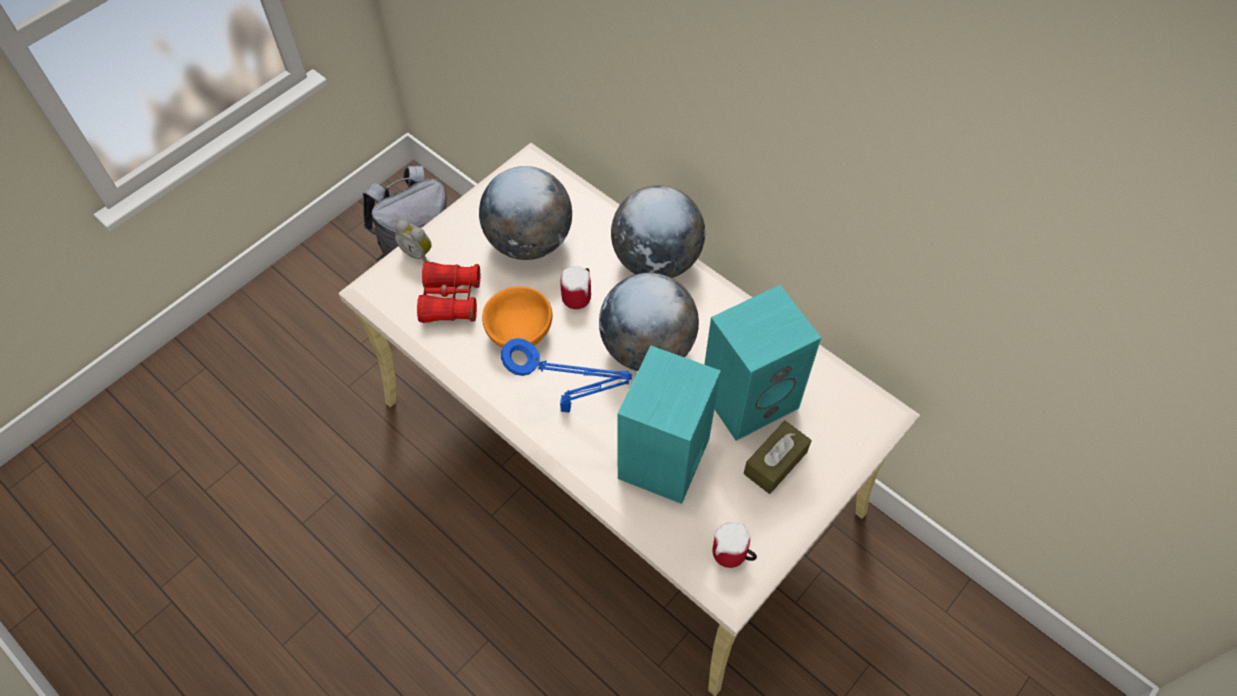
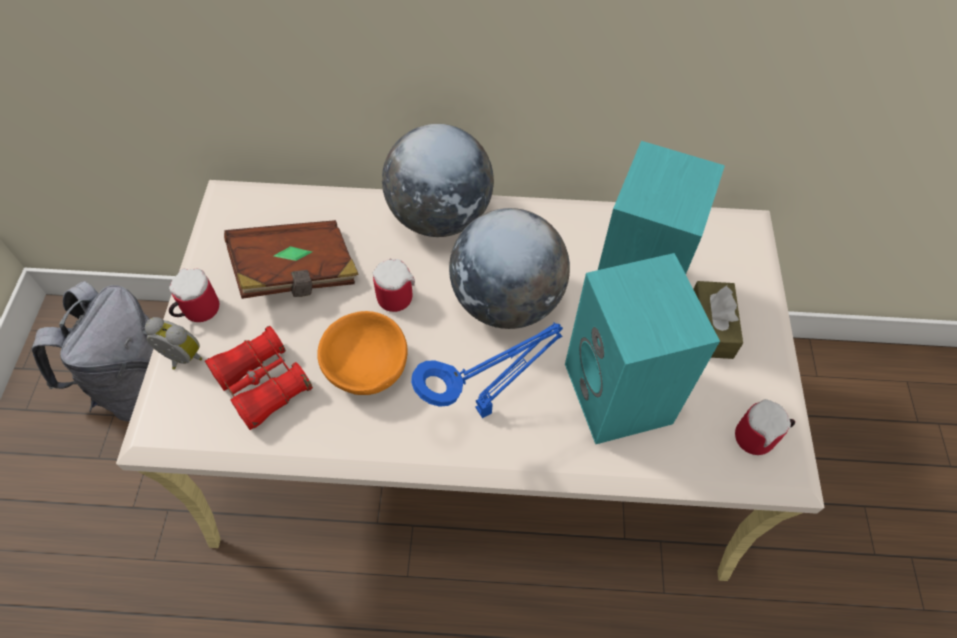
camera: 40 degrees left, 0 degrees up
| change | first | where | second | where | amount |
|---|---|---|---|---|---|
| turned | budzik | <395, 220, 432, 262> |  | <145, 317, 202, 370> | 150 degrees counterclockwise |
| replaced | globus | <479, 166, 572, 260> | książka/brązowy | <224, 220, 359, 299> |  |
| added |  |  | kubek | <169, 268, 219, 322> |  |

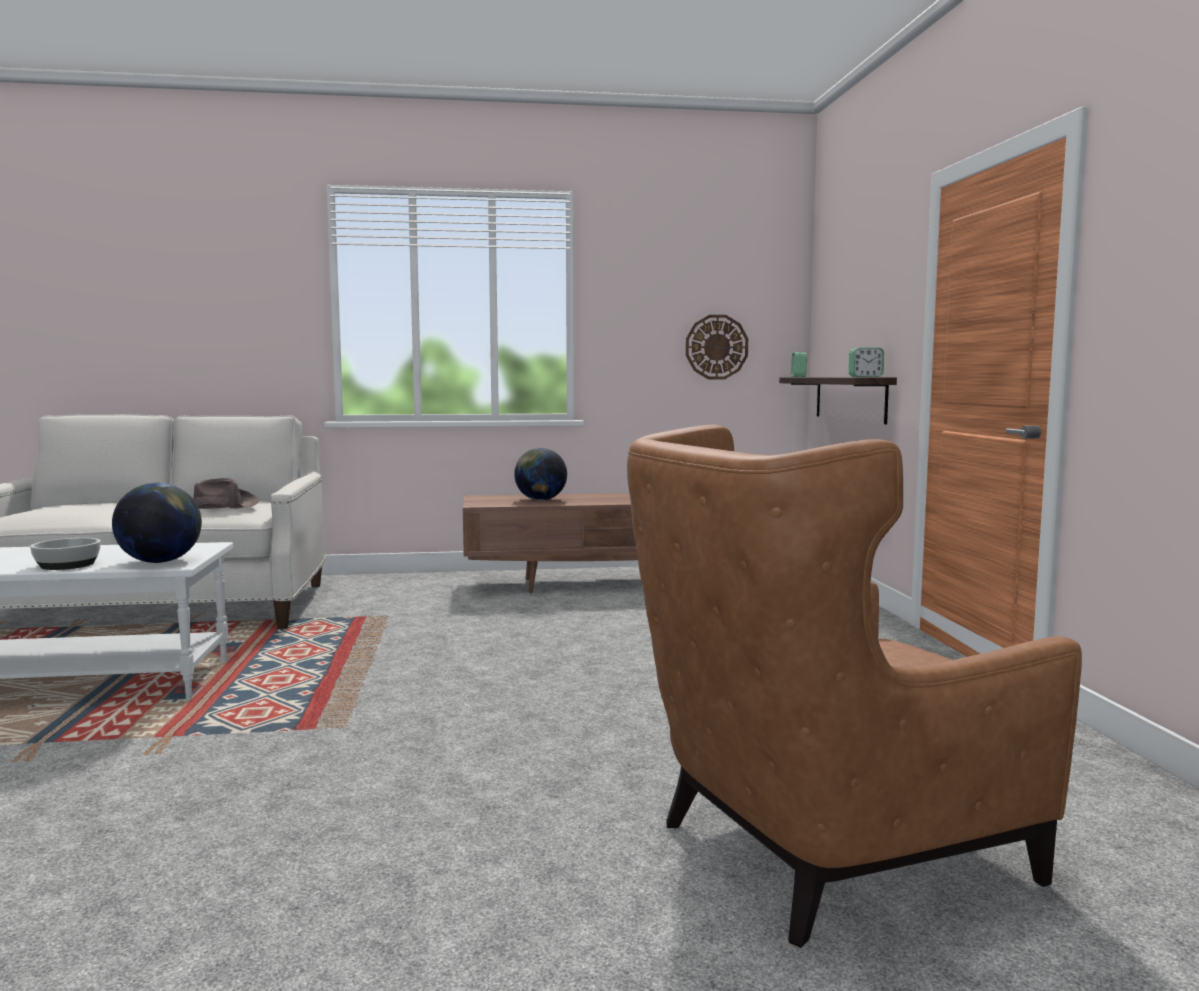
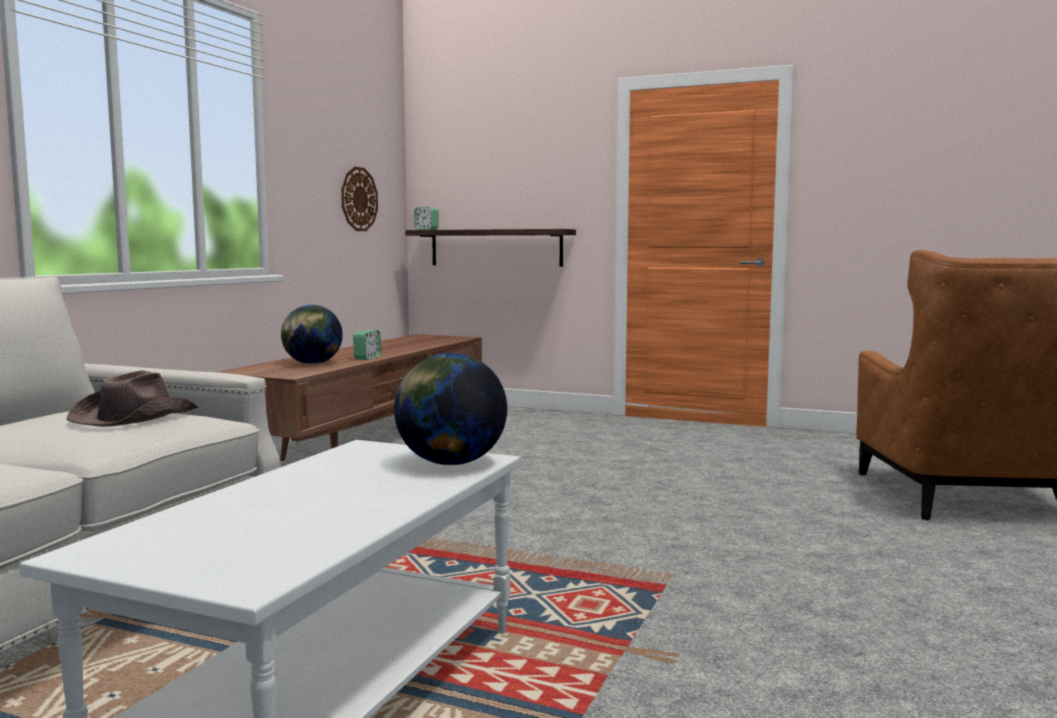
camera: 60 degrees left, 0 degrees up
| change | first | where | second | where | amount |
|---|---|---|---|---|---|
| removed | miska | <30, 538, 101, 570> |  |  |  |
| moved | budzik | <849, 348, 884, 377> |  | <353, 330, 381, 360> |  |

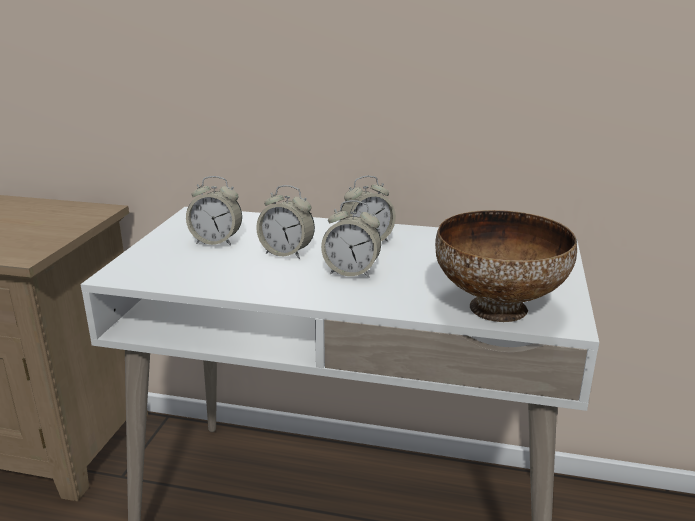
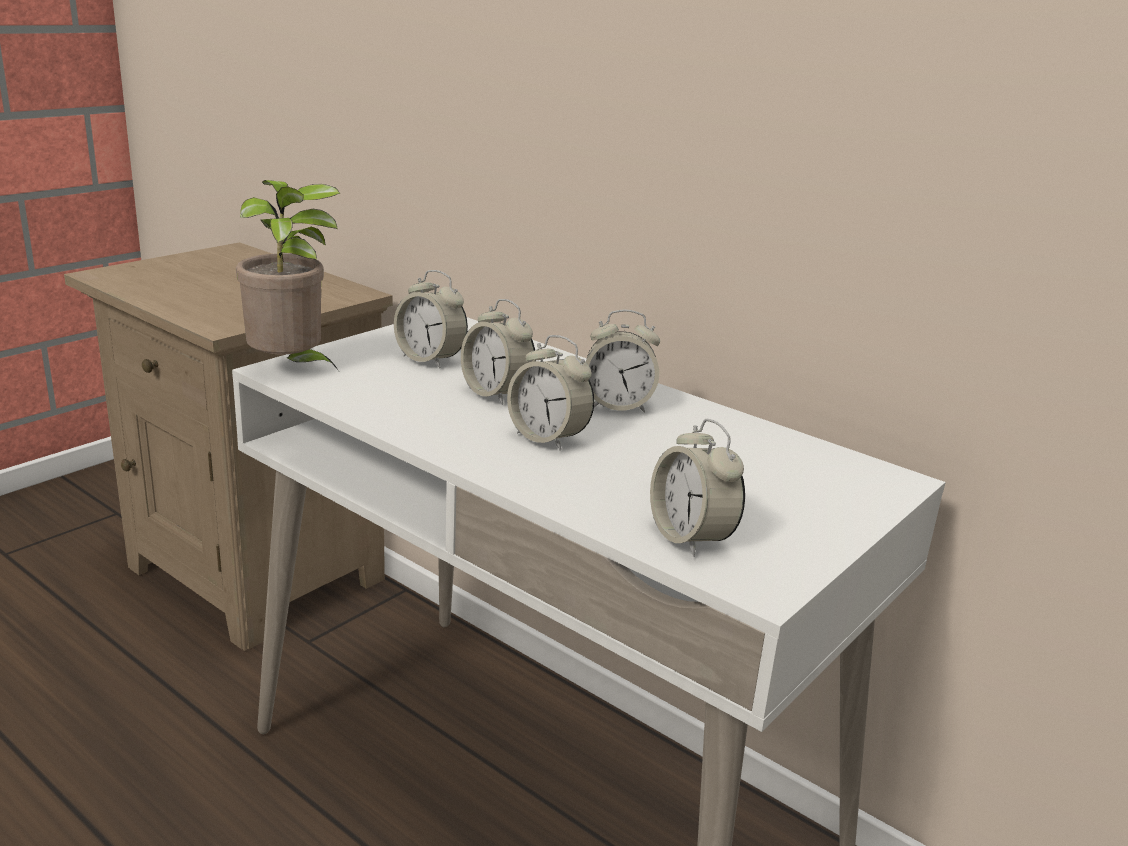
camera: 25 degrees right, 0 degrees up
| change | first | where | second | where | amount |
|---|---|---|---|---|---|
| replaced | miska | <435, 210, 577, 322> | budzik | <650, 419, 745, 557> |  |
| added |  |  | roślina doniczkowa | <236, 180, 340, 371> |  |

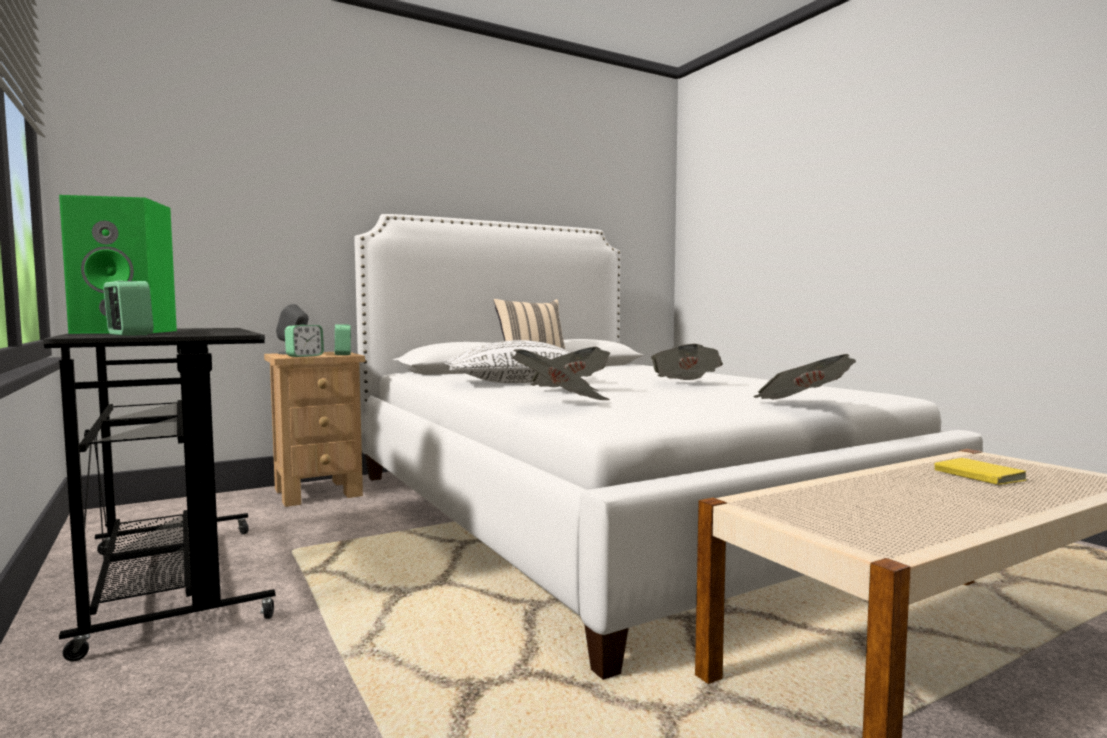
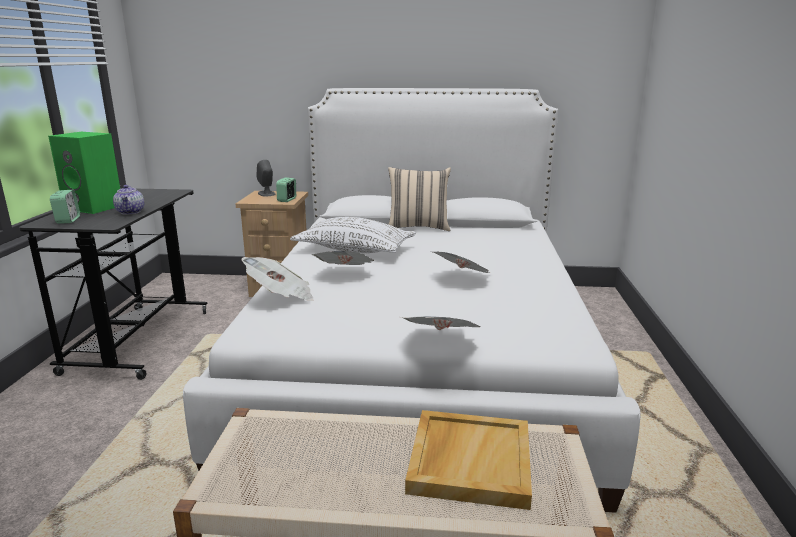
camera: 35 degrees right, 15 degrees up
| change | first | where | second | where | amount |
|---|---|---|---|---|---|
| removed | budzik | <285, 325, 324, 357> |  |  |  |
| replaced | książka/żółty | <934, 458, 1027, 485> | taca/beżowy | <405, 410, 532, 510> |  |
| added |  |  | imbryk | <113, 185, 144, 214> |  |

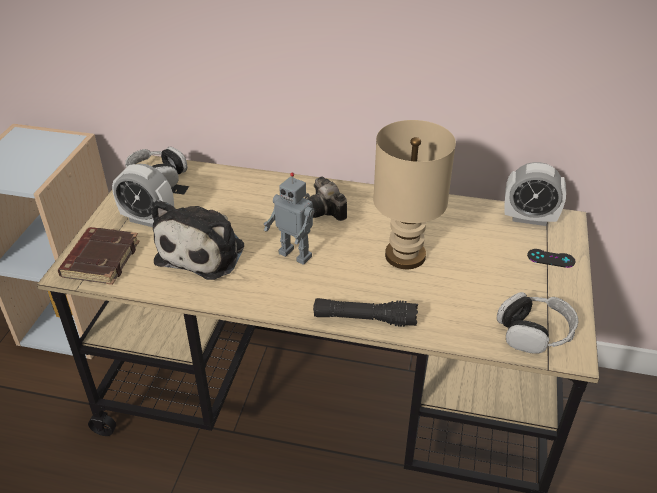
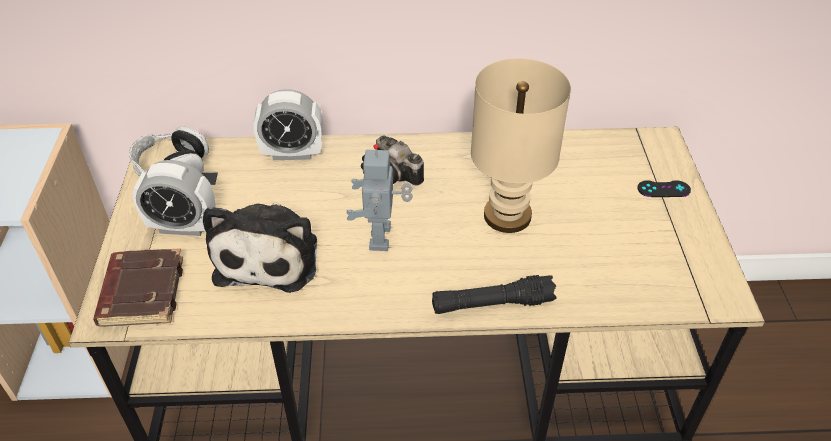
camera: 15 degrees left, 5 degrees up
| change | first | where | second | where | amount |
|---|---|---|---|---|---|
| turned | robot zabawkowy | <263, 172, 314, 265> |  | <346, 144, 413, 251> | 75 degrees clockwise |
| removed | słuchawki | <497, 292, 579, 354> |  |  |  |
| moved | budzik | <504, 162, 566, 226> |  | <253, 89, 323, 160> |  |

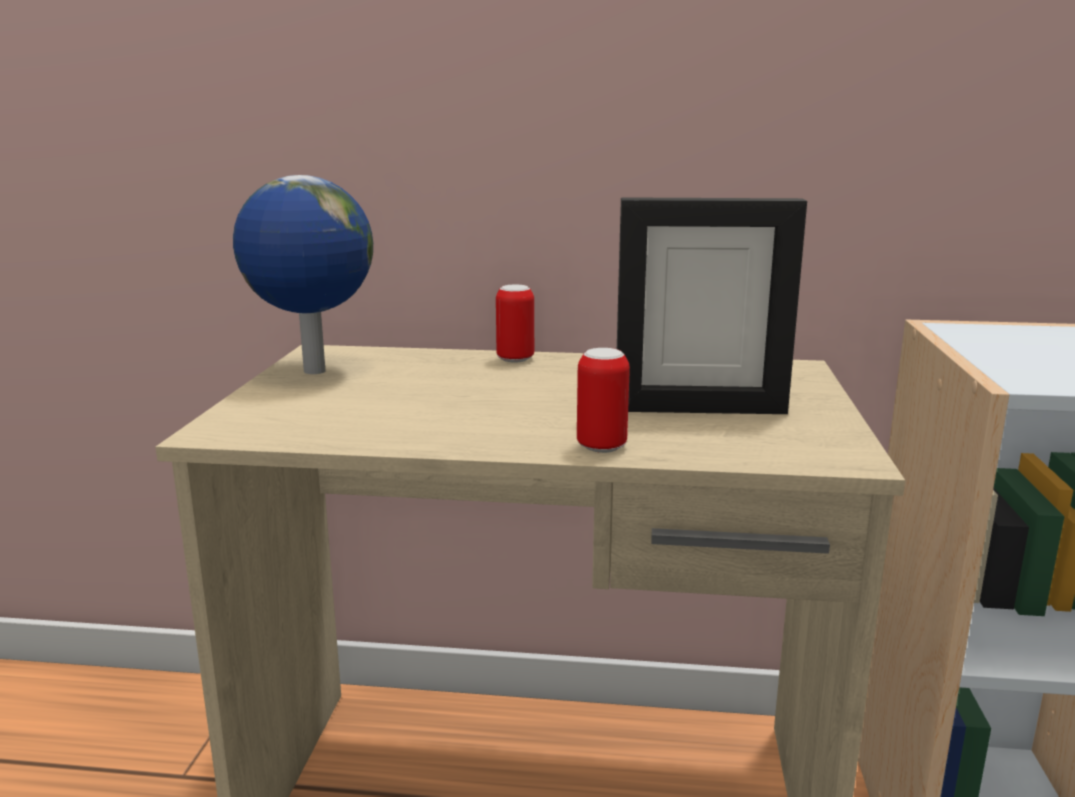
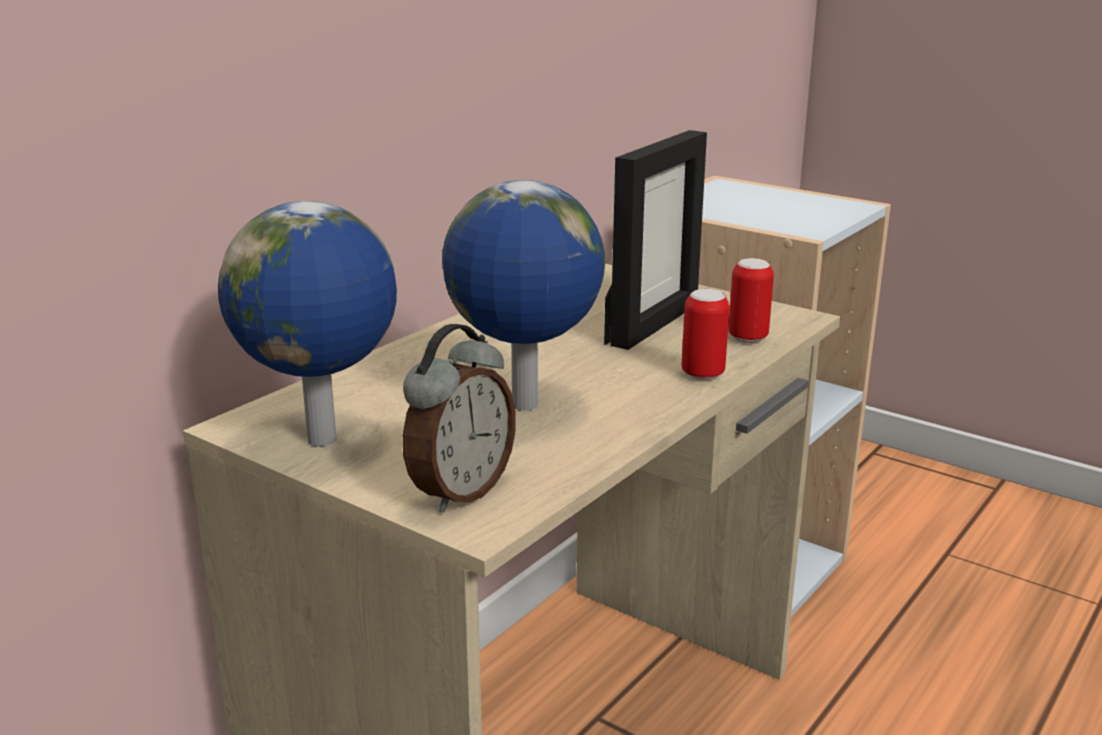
camera: 60 degrees left, 5 degrees up
| change | first | where | second | where | amount |
|---|---|---|---|---|---|
| moved | puszka | <496, 285, 534, 363> |  | <728, 258, 774, 343> |  |
| added |  |  | budzik | <403, 324, 516, 513> |  |
| added |  |  | globus | <442, 180, 605, 411> |  |

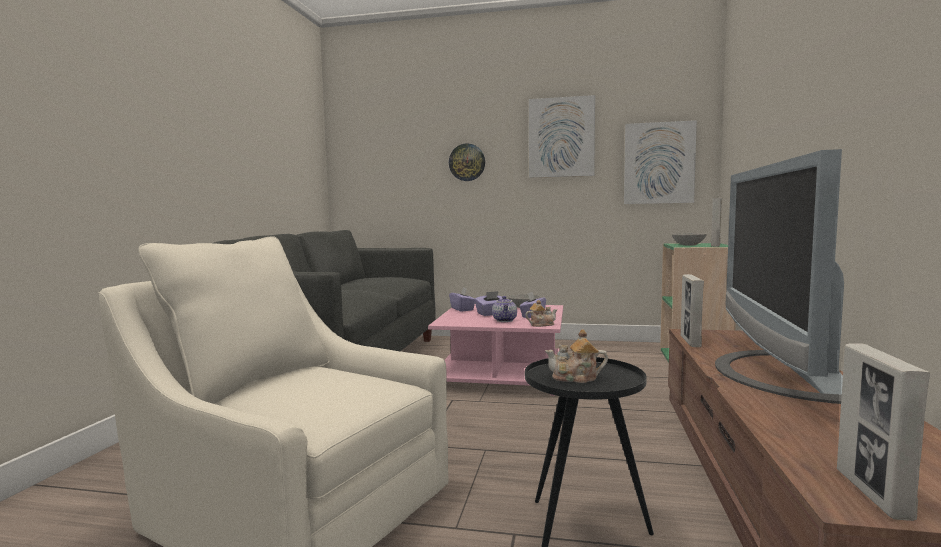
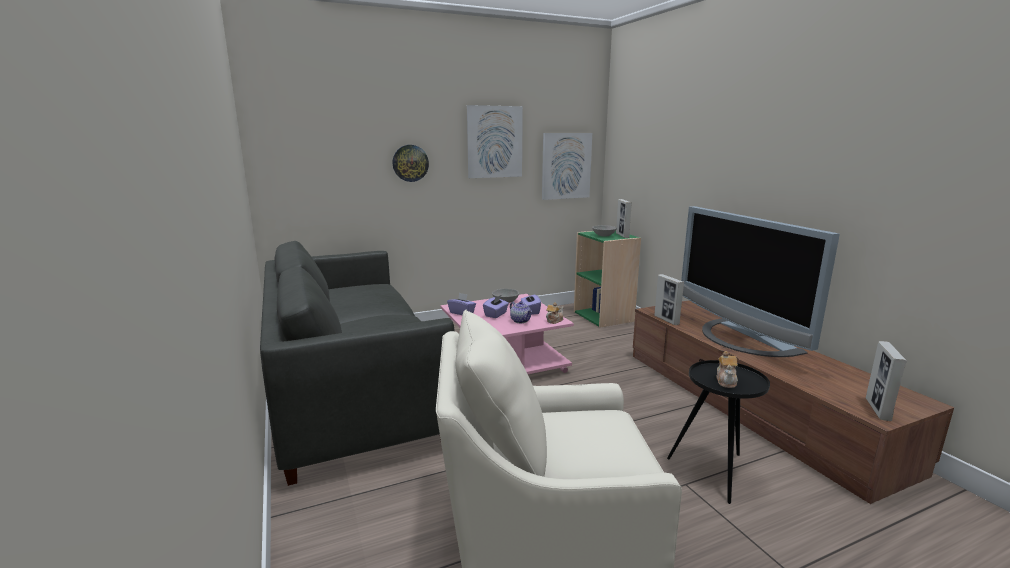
camera: 35 degrees left, 10 degrees up
| change | first | where | second | where | amount |
|---|---|---|---|---|---|
| turned | imbryk | <545, 329, 608, 383> |  | <716, 351, 738, 388> | 45 degrees counterclockwise |
| turned | ramka na zdjęcie | <837, 343, 930, 521> |  | <866, 341, 907, 421> | 45 degrees clockwise |

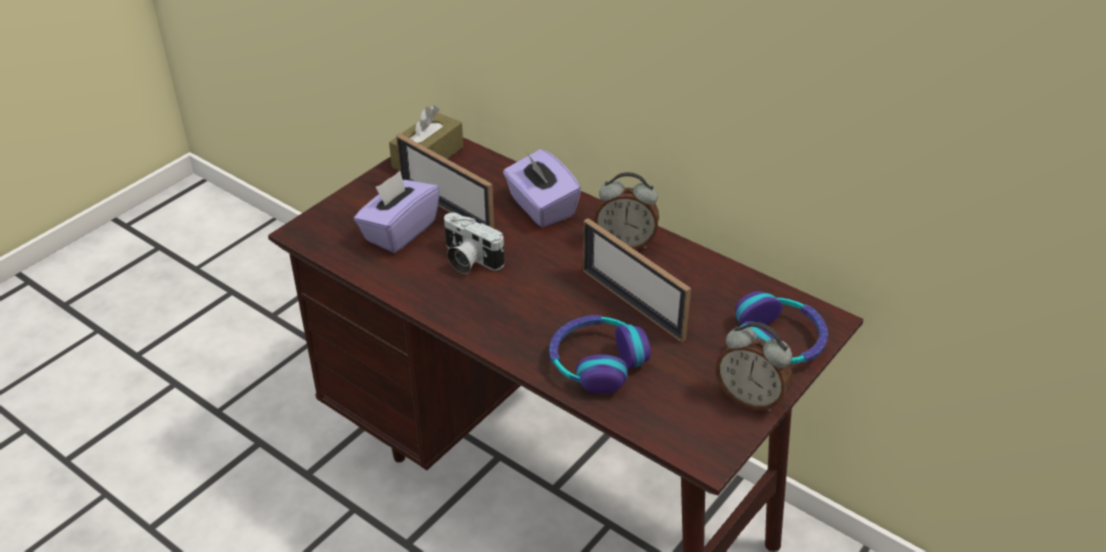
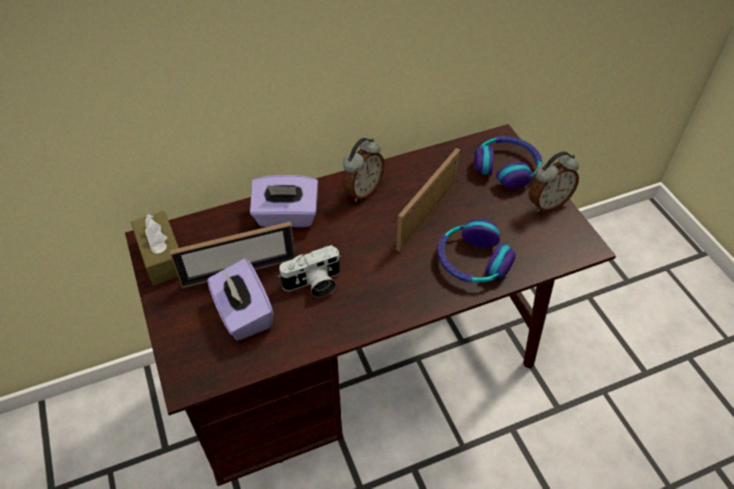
camera: 60 degrees left, 10 degrees up
| change | first | where | second | where | amount |
|---|---|---|---|---|---|
| turned | ramka na zdjęcie | <583, 218, 691, 342> |  | <396, 148, 460, 252> | 135 degrees clockwise |

